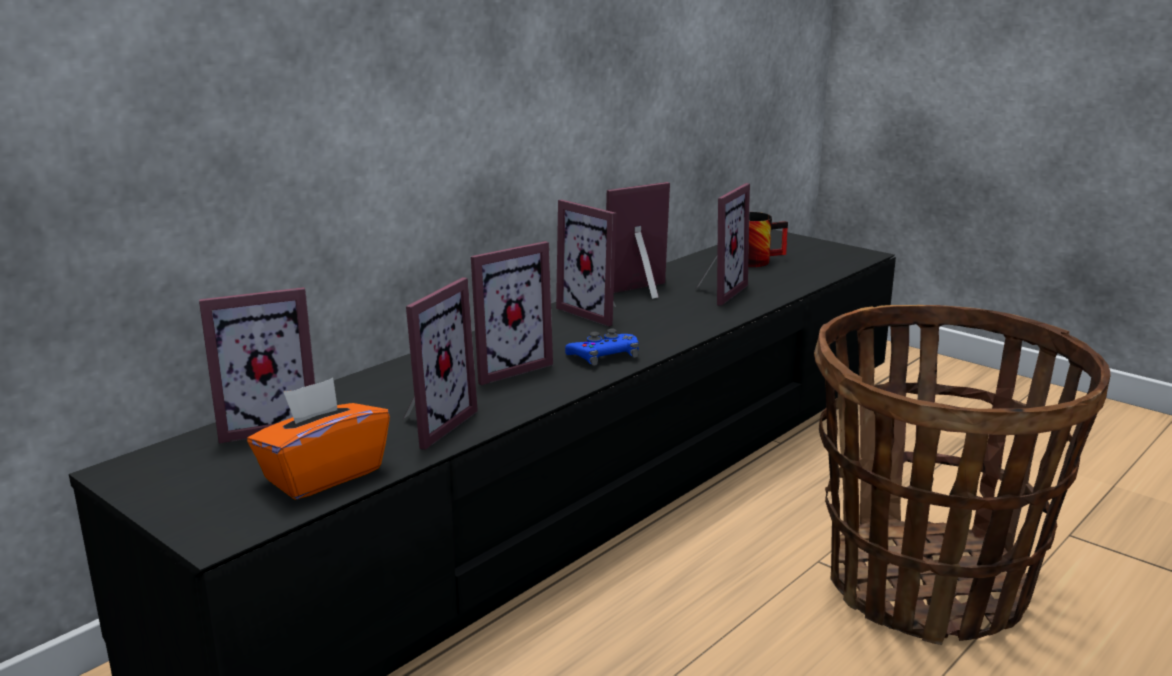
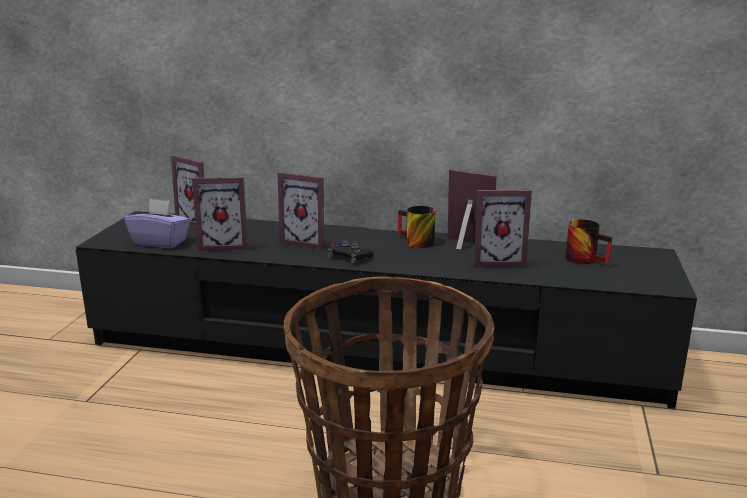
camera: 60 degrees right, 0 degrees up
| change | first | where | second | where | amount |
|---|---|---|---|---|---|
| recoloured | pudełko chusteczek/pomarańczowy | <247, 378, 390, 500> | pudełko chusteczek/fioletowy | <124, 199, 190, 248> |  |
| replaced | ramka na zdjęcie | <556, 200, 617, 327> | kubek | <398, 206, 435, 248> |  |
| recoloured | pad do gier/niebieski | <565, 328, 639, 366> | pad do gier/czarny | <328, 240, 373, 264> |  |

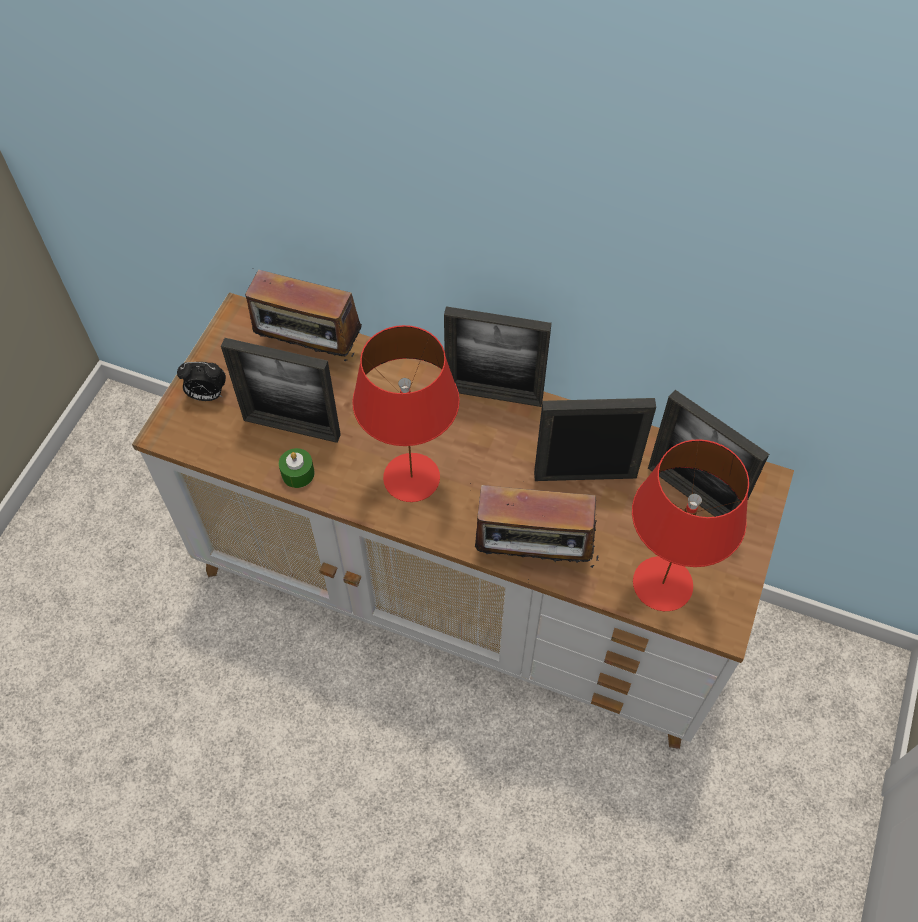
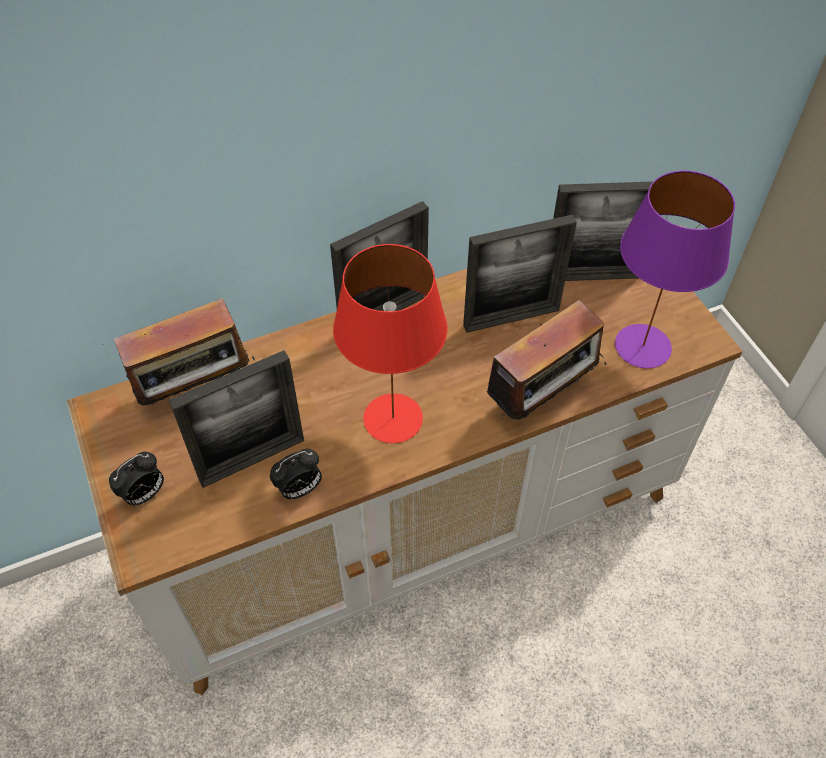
camera: 45 degrees left, 5 degrees down
| change | first | where | second | where | amount |
|---|---|---|---|---|---|
| replaced | świeca/zielony | <279, 448, 315, 488> | budzik | <270, 449, 322, 499> |  |
| turned | ramka na zdjęcie | <534, 398, 656, 481> |  | <463, 215, 577, 333> | 150 degrees counterclockwise |
| recoloured | lampa stołowa/czerwony | <632, 439, 749, 611> | lampa stołowa/fioletowy | <615, 171, 735, 368> |  |

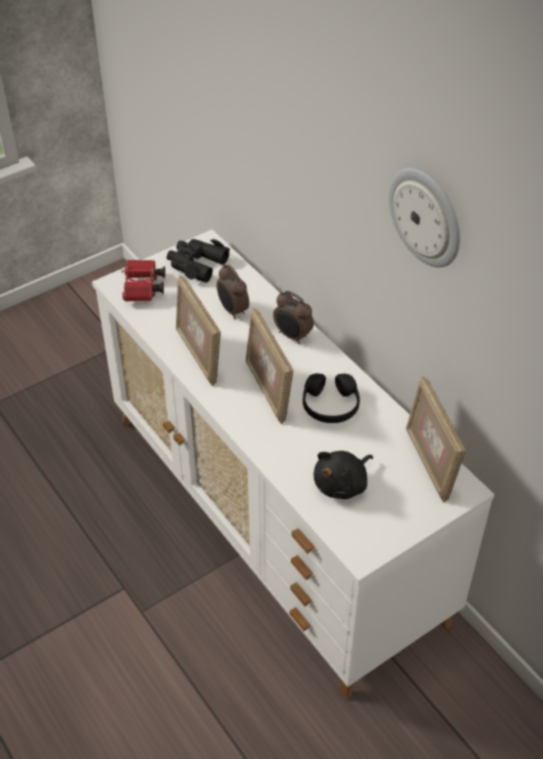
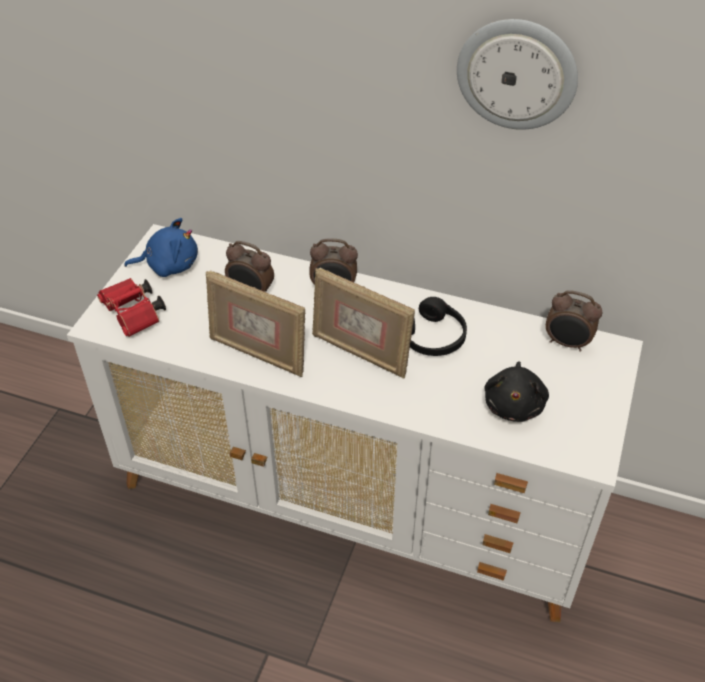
camera: 35 degrees left, 0 degrees up
| change | first | where | second | where | amount |
|---|---|---|---|---|---|
| replaced | lornetka/czarny | <166, 239, 230, 283> | pluszak/niebieski | <124, 218, 198, 277> |  |
| replaced | ramka na zdjęcie | <406, 376, 466, 503> | budzik | <546, 290, 602, 352> |  |

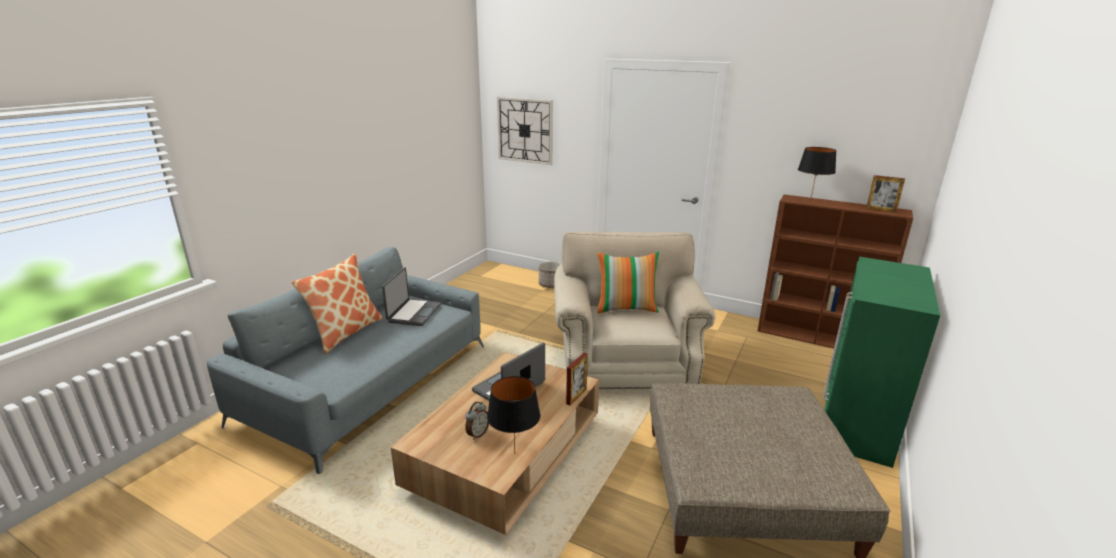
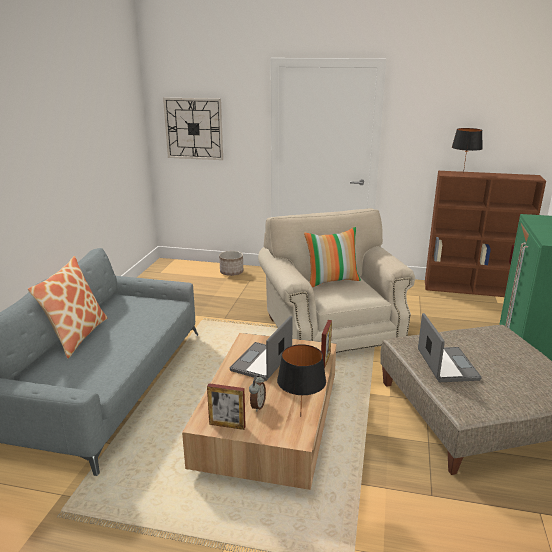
camera: 15 degrees left, 0 degrees up
| change | first | where | second | where | amount |
|---|---|---|---|---|---|
| moved | laptop | <382, 267, 442, 326> |  | <418, 313, 482, 382> |  |
| moved | ramka na zdjęcie | <866, 175, 905, 213> |  | <207, 383, 246, 430> |  |

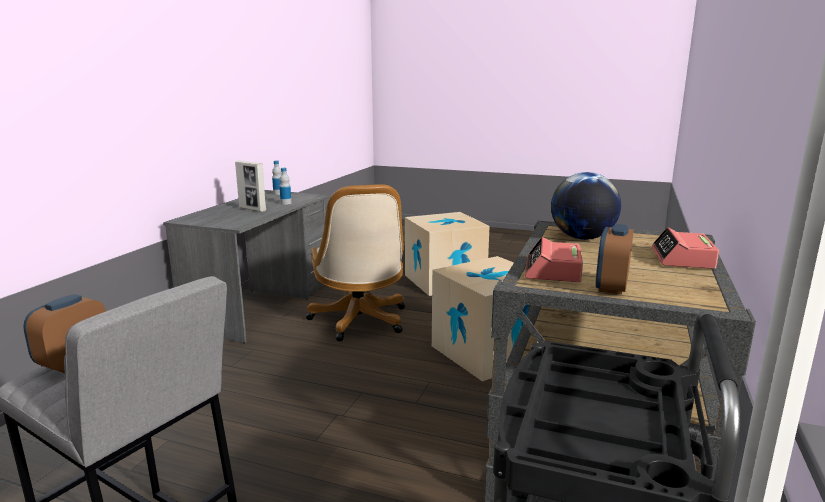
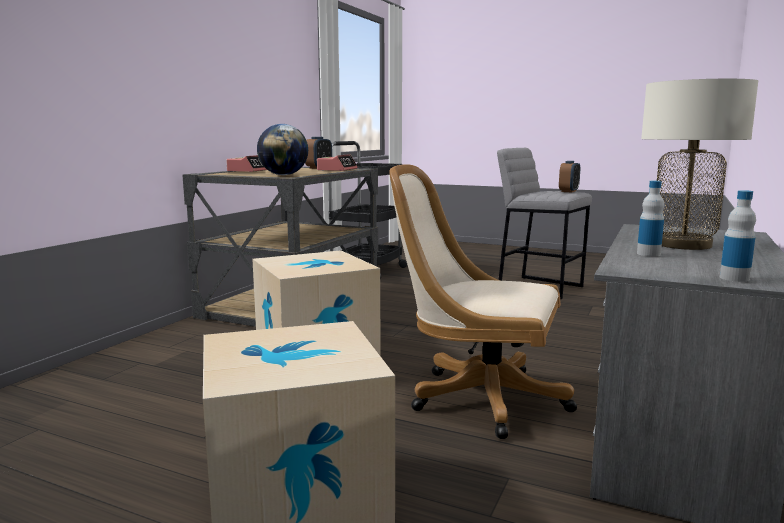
camera: 175 degrees left, 5 degrees down
| change | first | where | second | where | amount |
|---|---|---|---|---|---|
| replaced | ramka na zdjęcie | <235, 160, 266, 212> | lampa stołowa | <641, 79, 758, 250> |  |
| turned | krzesło biurowe | <306, 184, 405, 342> |  | <390, 164, 577, 439> | 60 degrees counterclockwise |

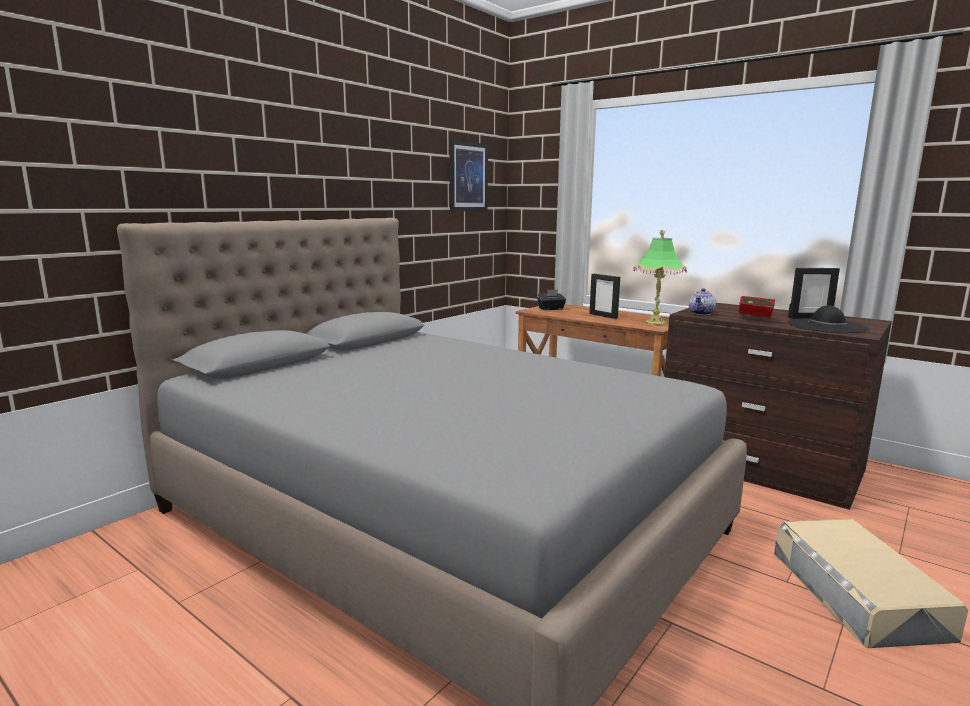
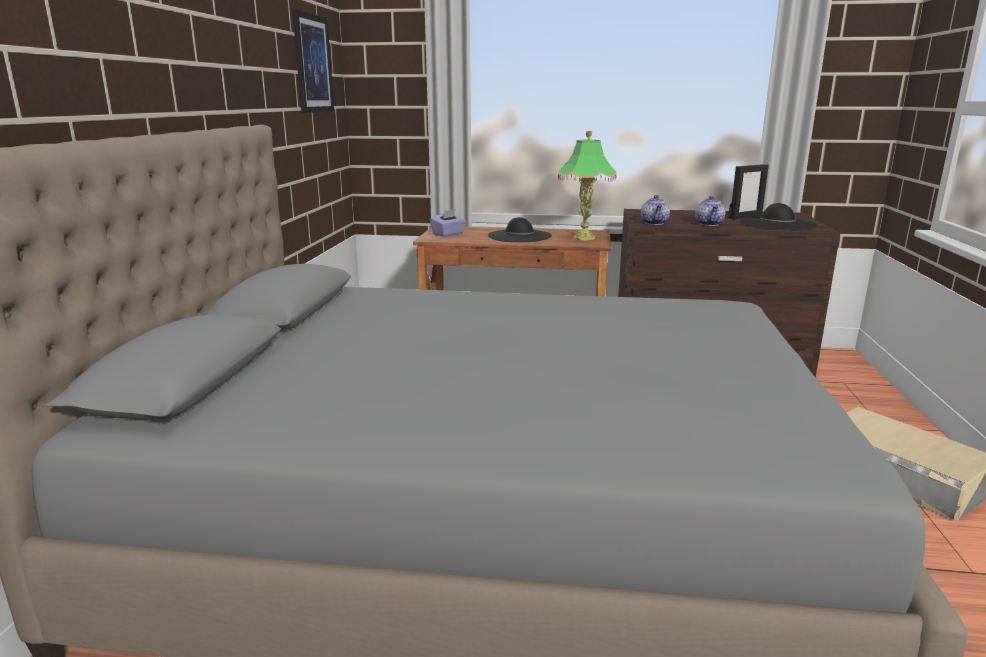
camera: 30 degrees left, 5 degrees up
| change | first | where | second | where | amount |
|---|---|---|---|---|---|
| recoloured | pudełko chusteczek/czarny | <537, 289, 566, 310> | pudełko chusteczek/fioletowy | <430, 209, 466, 237> |  |
| replaced | ramka na zdjęcie | <589, 274, 620, 319> | kapelusz/czarny | <488, 217, 552, 242> |  |
| replaced | książka/czerwony | <738, 296, 775, 317> | imbryk | <695, 196, 725, 226> |  |

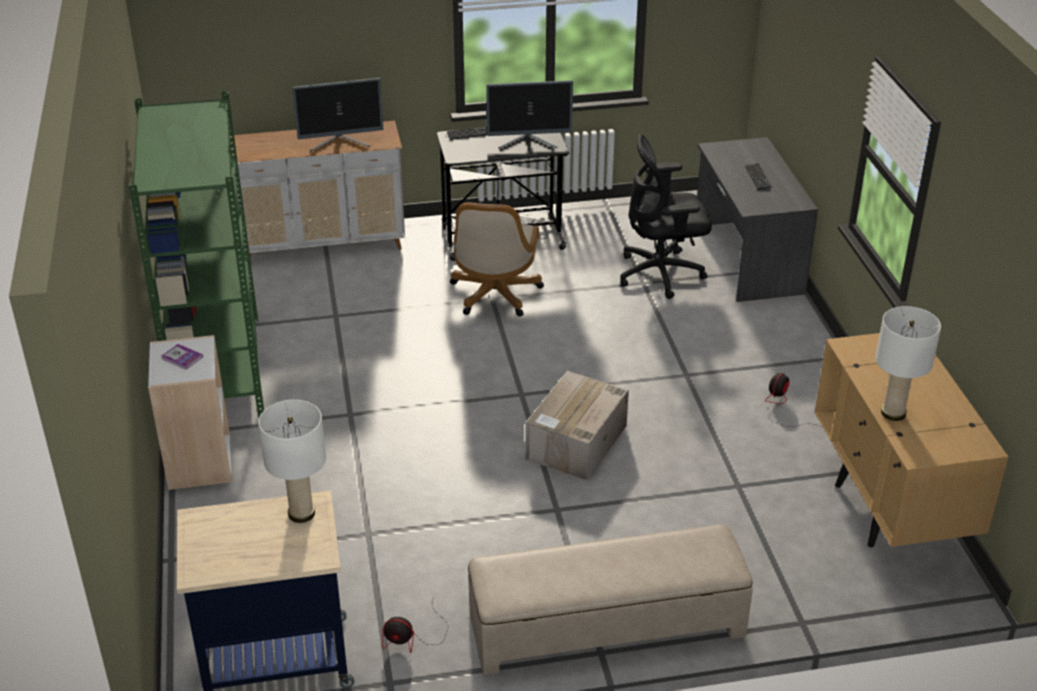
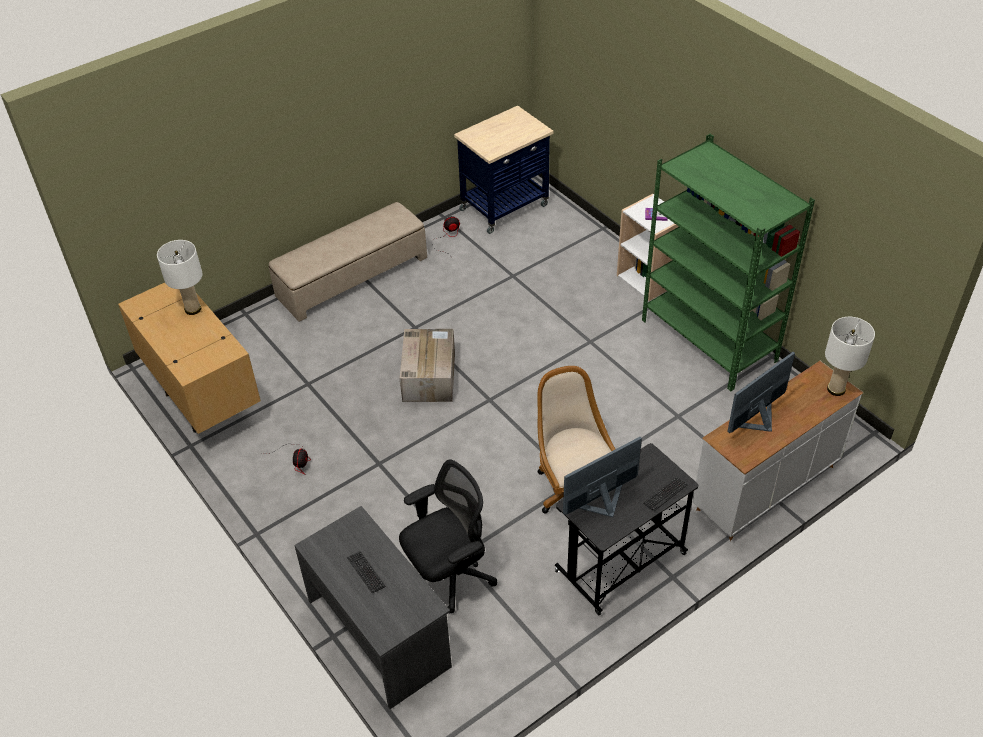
camera: 155 degrees right, 10 degrees up
| change | first | where | second | where | amount |
|---|---|---|---|---|---|
| moved | lampa stołowa/biały | <258, 400, 326, 523> |  | <825, 317, 875, 396> |  |

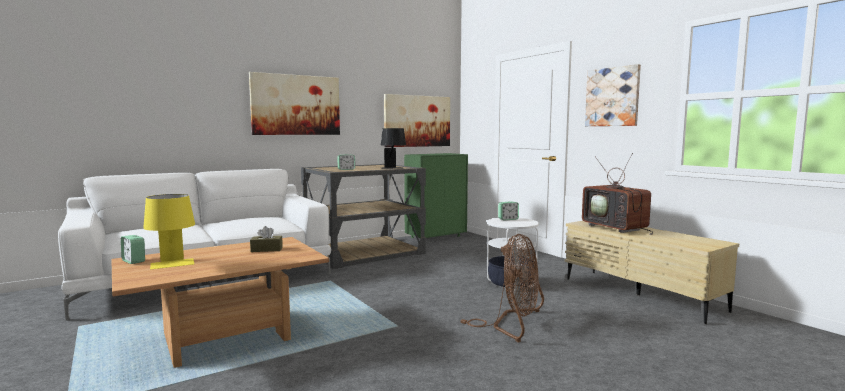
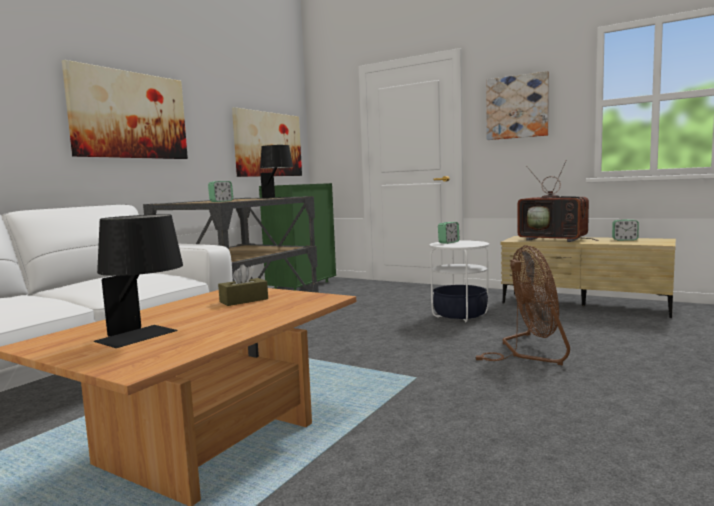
camera: 25 degrees left, 0 degrees up
| change | first | where | second | where | amount |
|---|---|---|---|---|---|
| moved | budzik | <121, 235, 145, 264> |  | <612, 219, 639, 241> |  |
| recoloured | lampa stołowa/żółty | <143, 194, 195, 270> | lampa stołowa/czarny | <94, 214, 183, 348> |  |

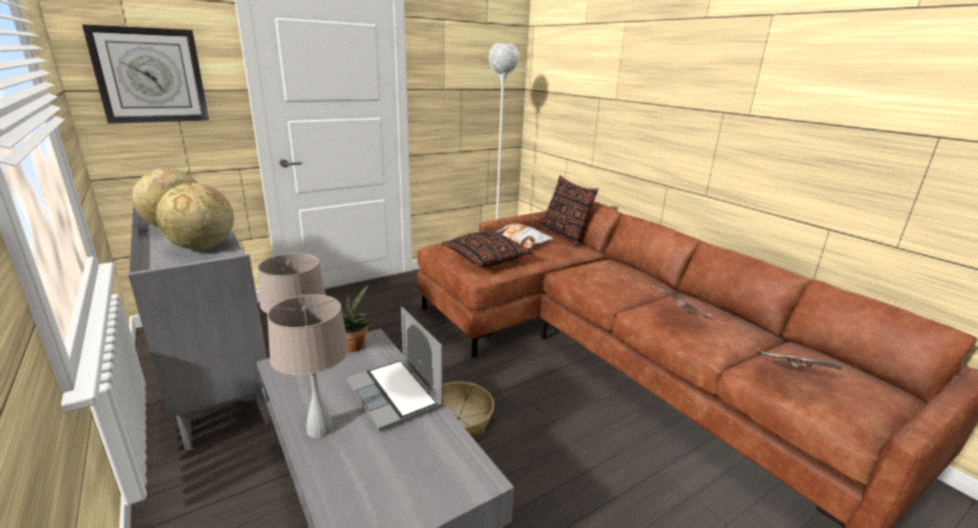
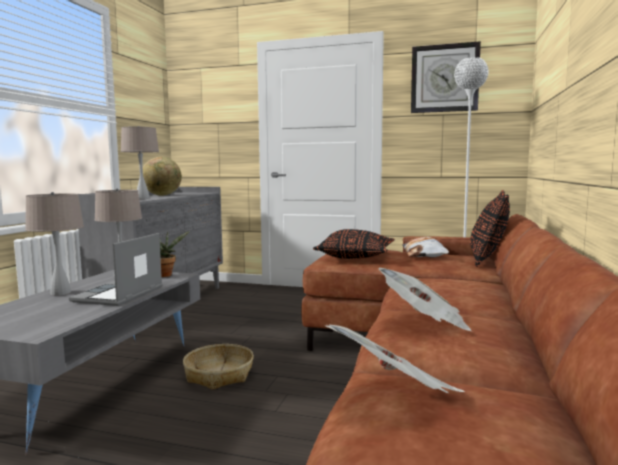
camera: 50 degrees right, 15 degrees down
| change | first | where | second | where | amount |
|---|---|---|---|---|---|
| moved | zegar ścienny | <82, 24, 209, 124> |  | <411, 41, 481, 113> |  |
| replaced | globus | <156, 183, 234, 250> | lampa stołowa/beżowy | <121, 126, 159, 199> |  |

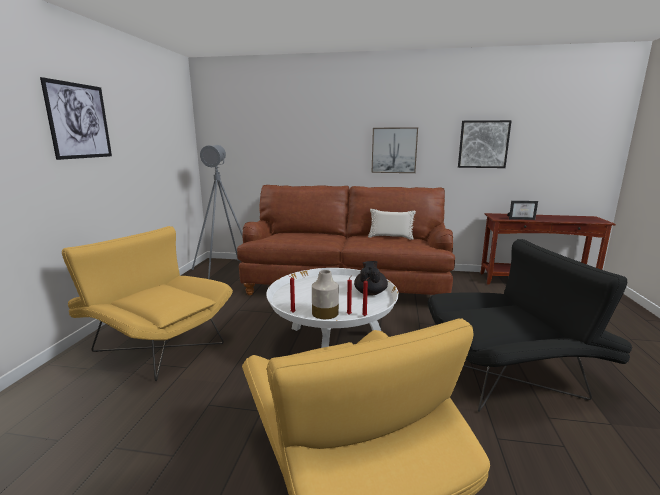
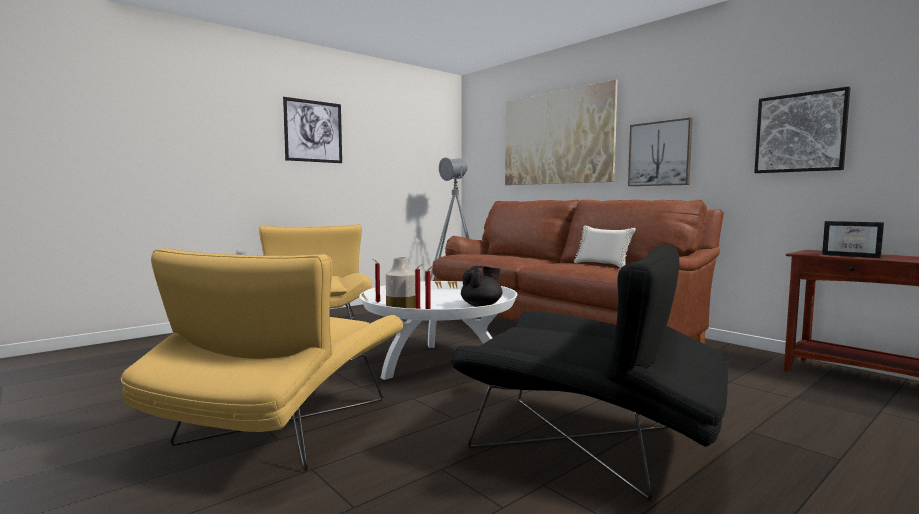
camera: 40 degrees right, 10 degrees down
| change | first | where | second | where | amount |
|---|---|---|---|---|---|
| added |  |  | obraz | <505, 79, 618, 185> |  |

